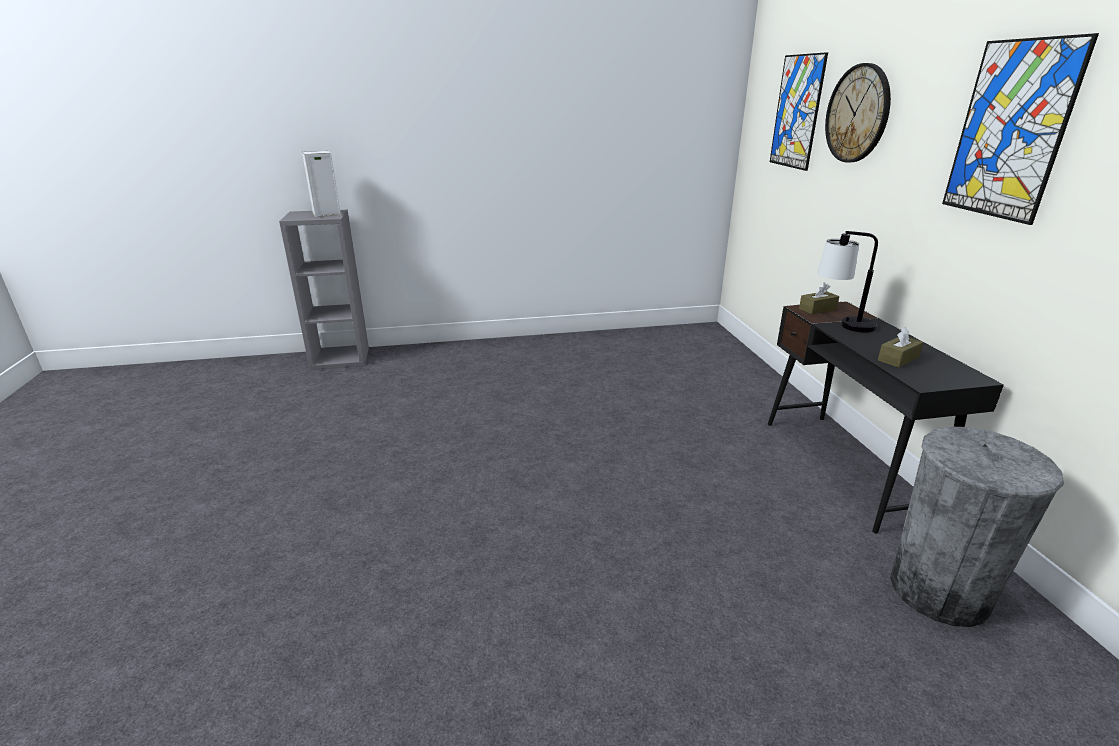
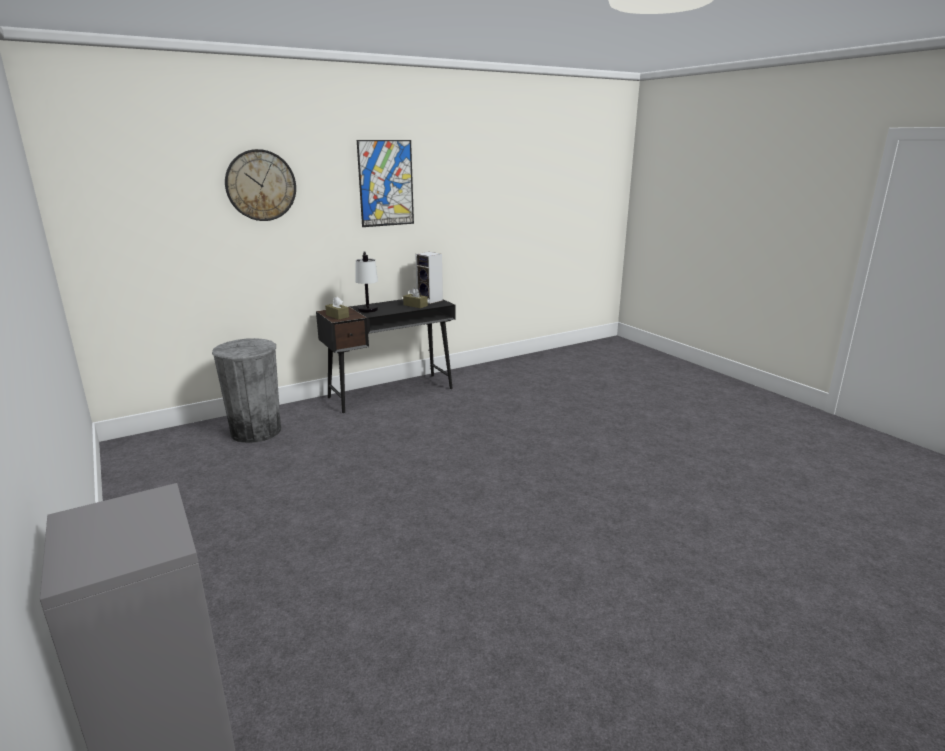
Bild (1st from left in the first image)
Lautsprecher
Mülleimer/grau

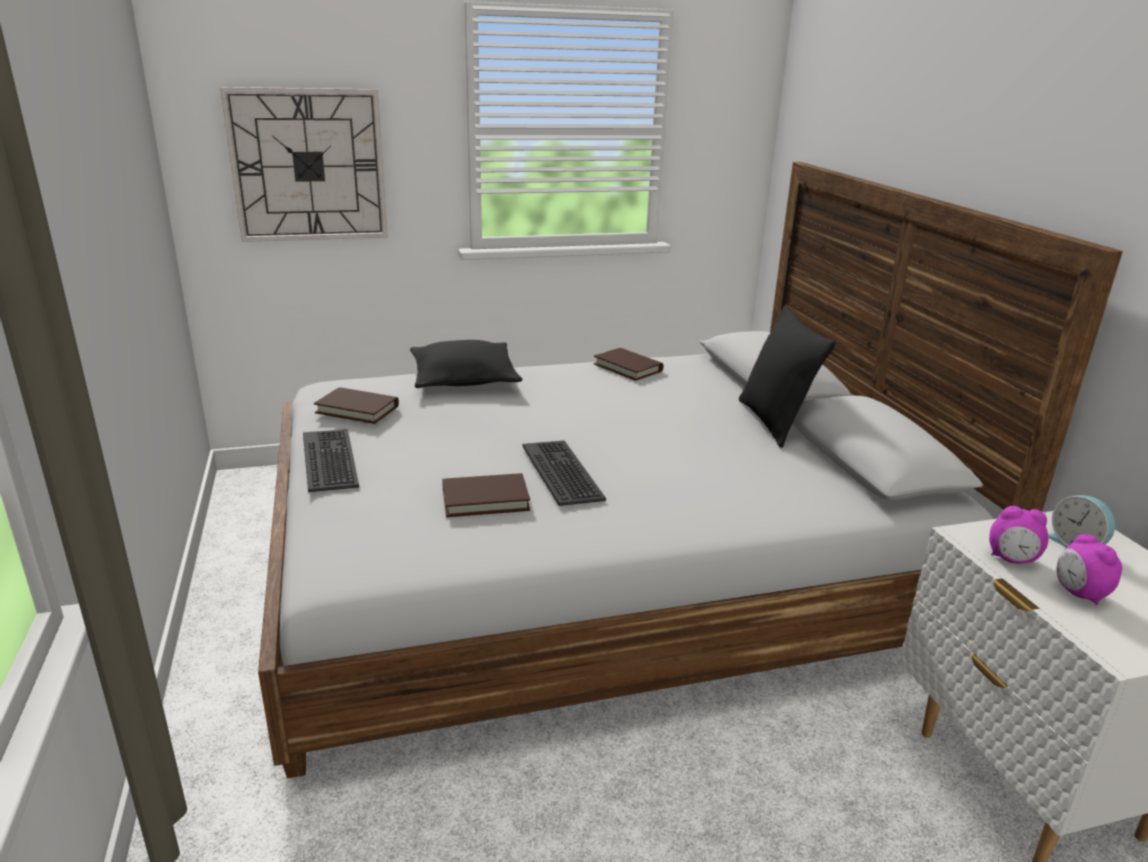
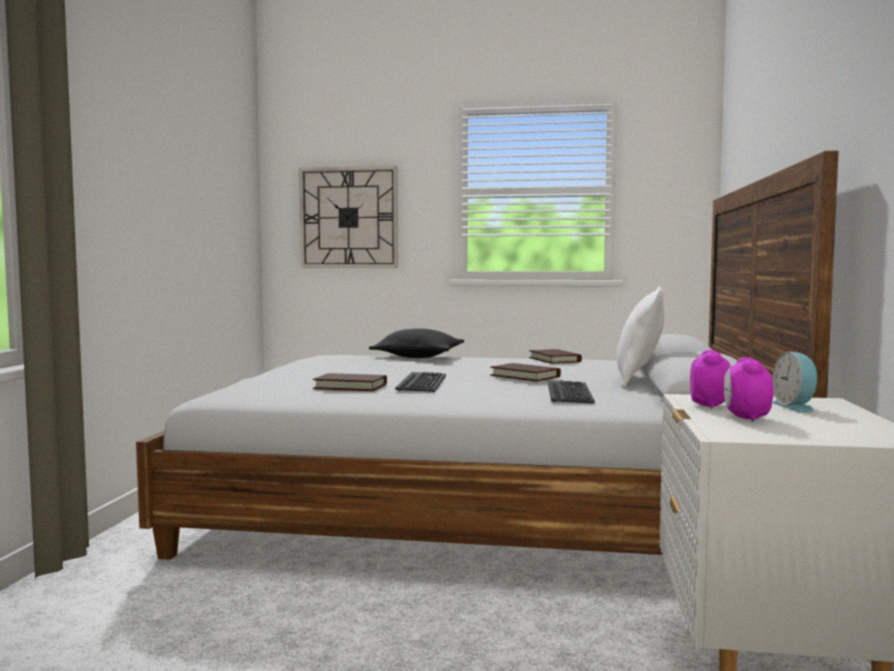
Kissen/weiß
Buch/braun (2nd from left)
Tastatur (2nd from left)
Wecker (1st from left)

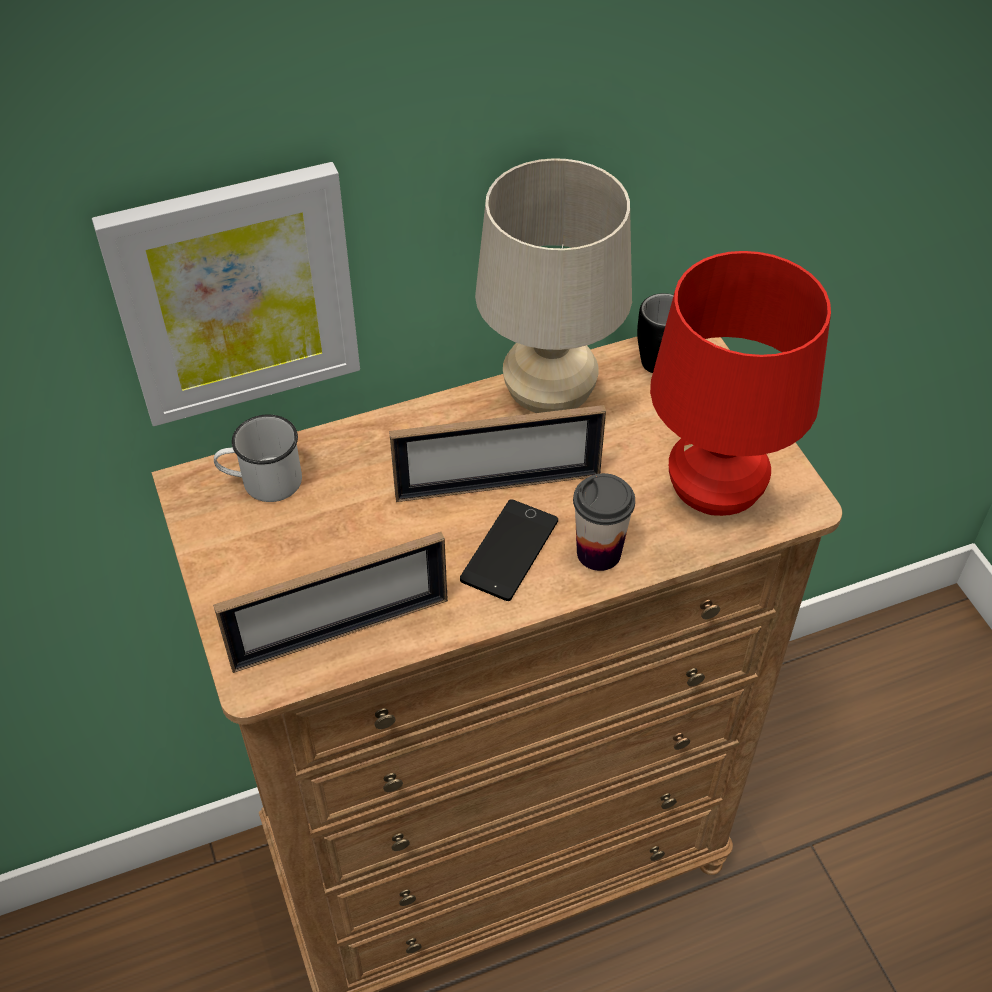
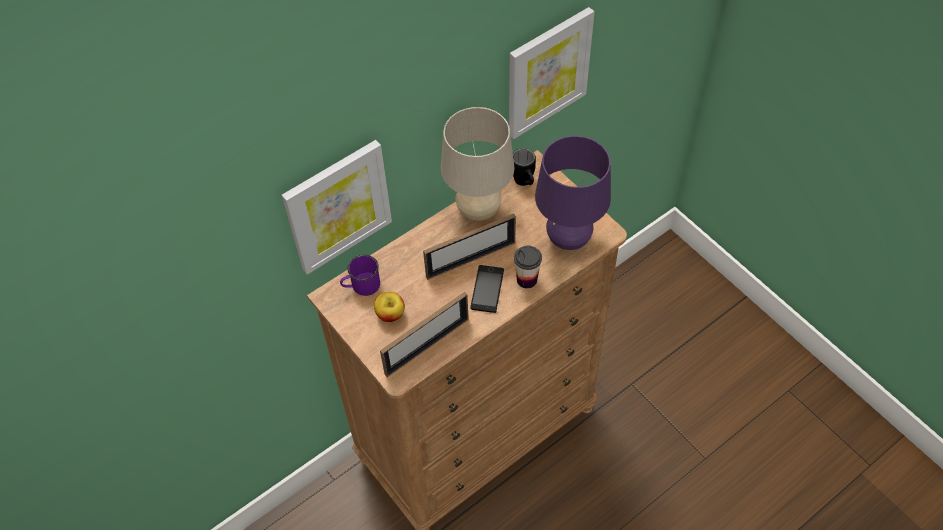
Tischlampe/lila
Henkelbecher/lila
Bild (2nd from left)
Apfel

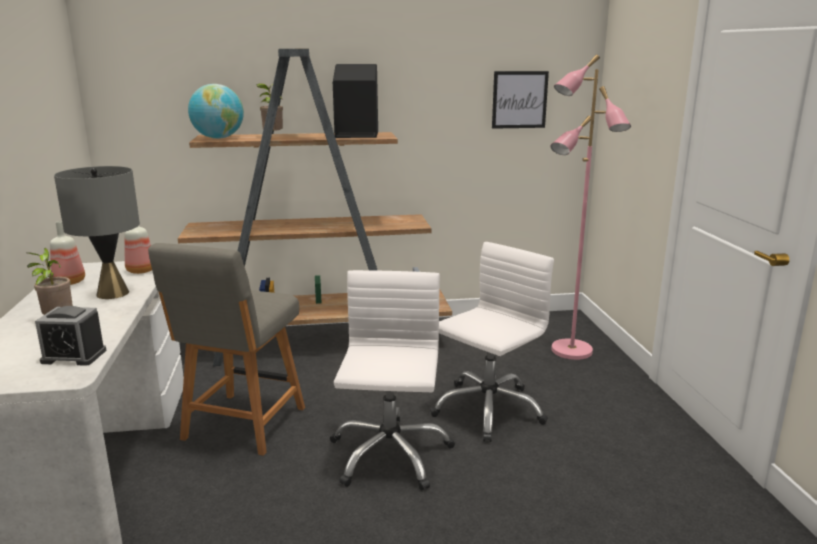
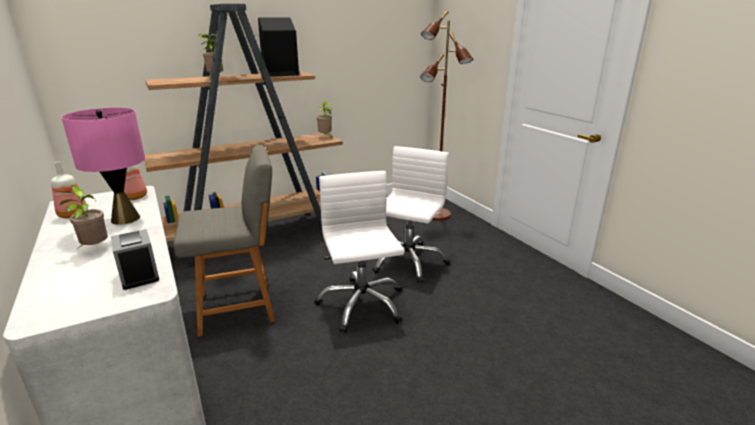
Stehlampe/braun
Bild
Globus
Tischlampe/rosa
Stuhl/grau
Wecker
Topfpflanze (3rd from left)

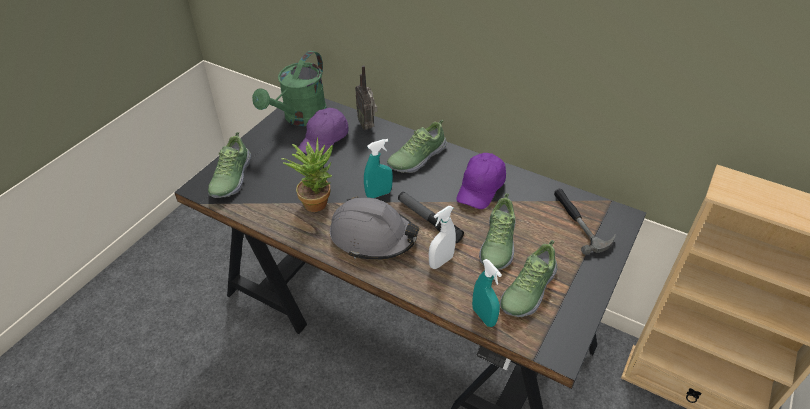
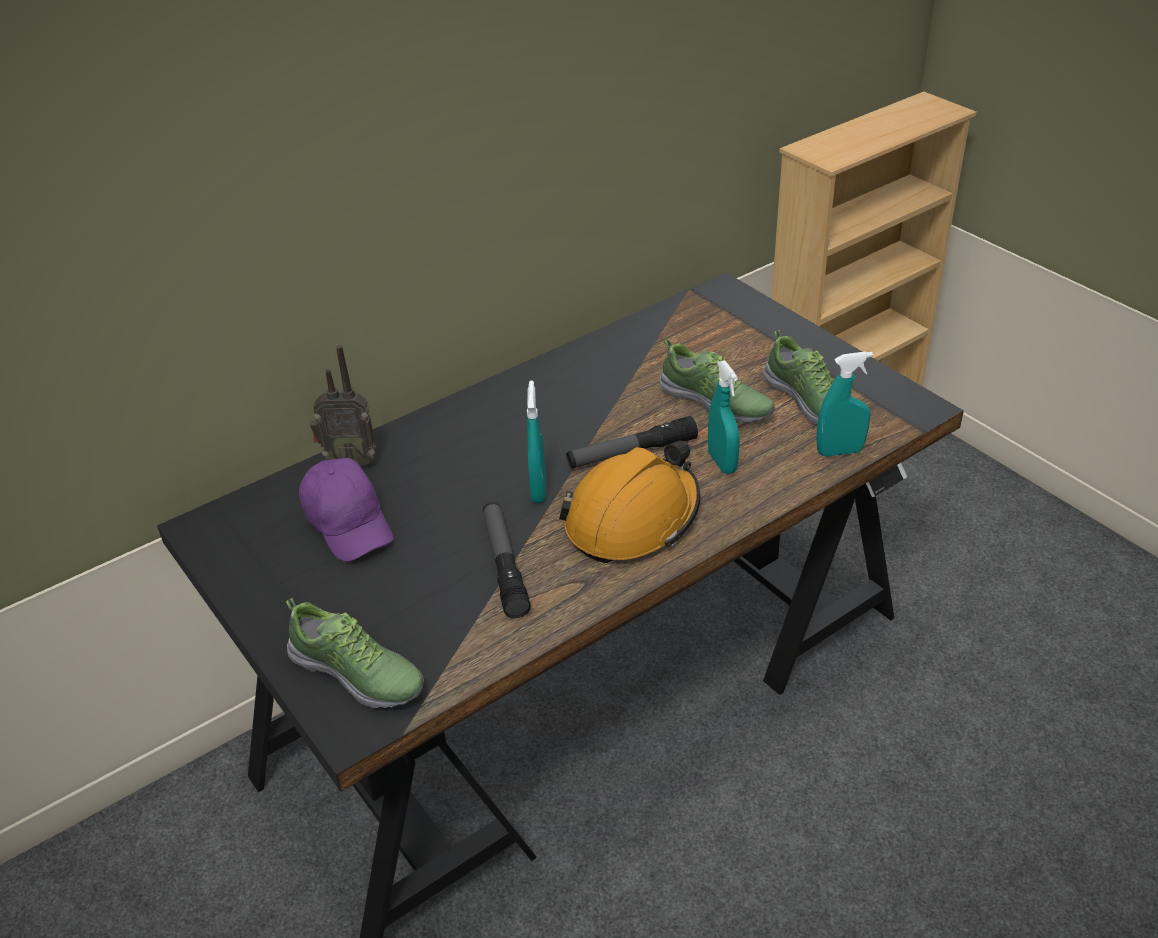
Gießkanne/grün
Schuh (2nd from left in the first image)
Taschenlampe (1st from left)
Kappe/lila (2nd from left in the first image)
Hammer
Schutzhelm/orange
Sprühflasche/türkis (2nd from left)

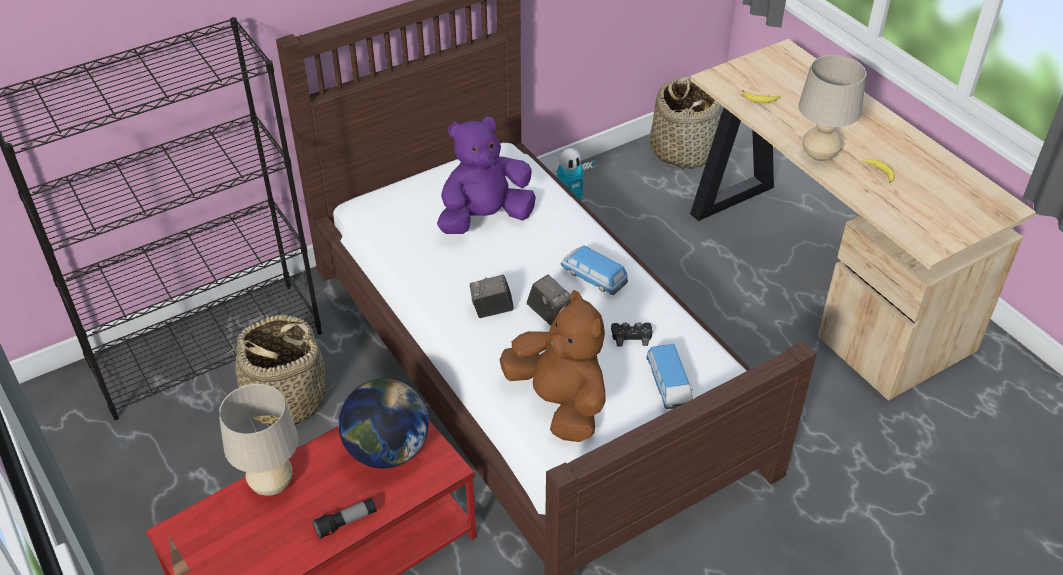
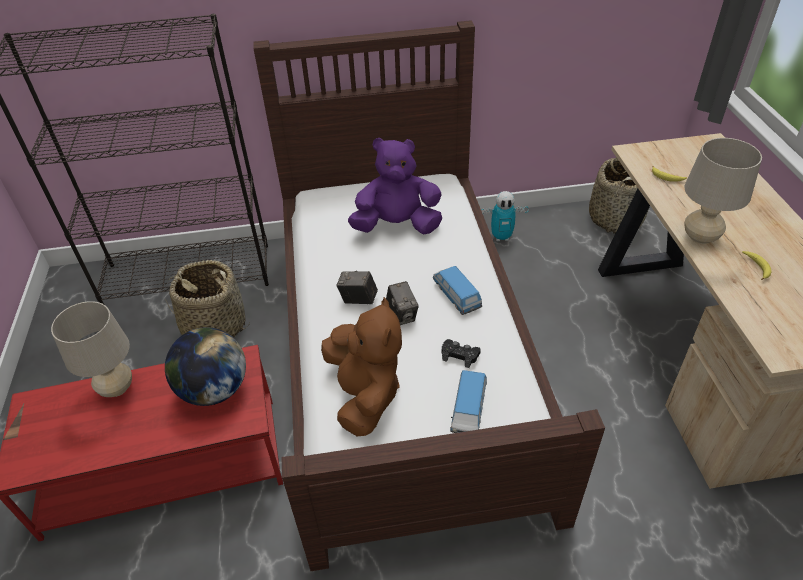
Taschenlampe

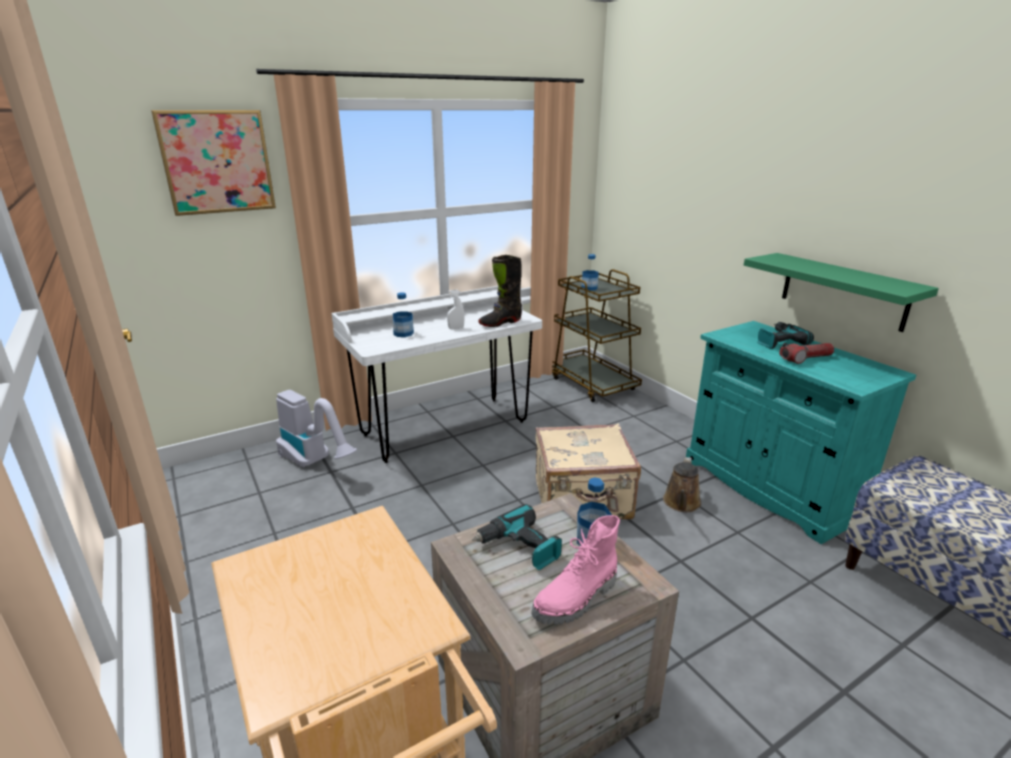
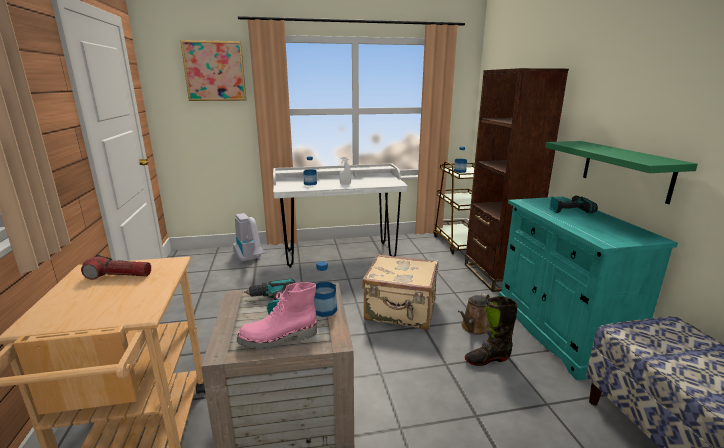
Stiefel/schwarz
Taschenlampe
Bücherregal/braun

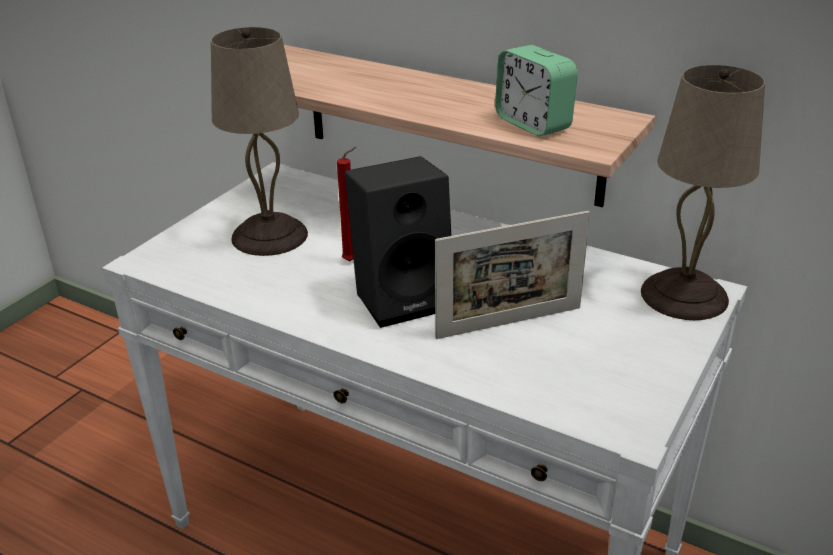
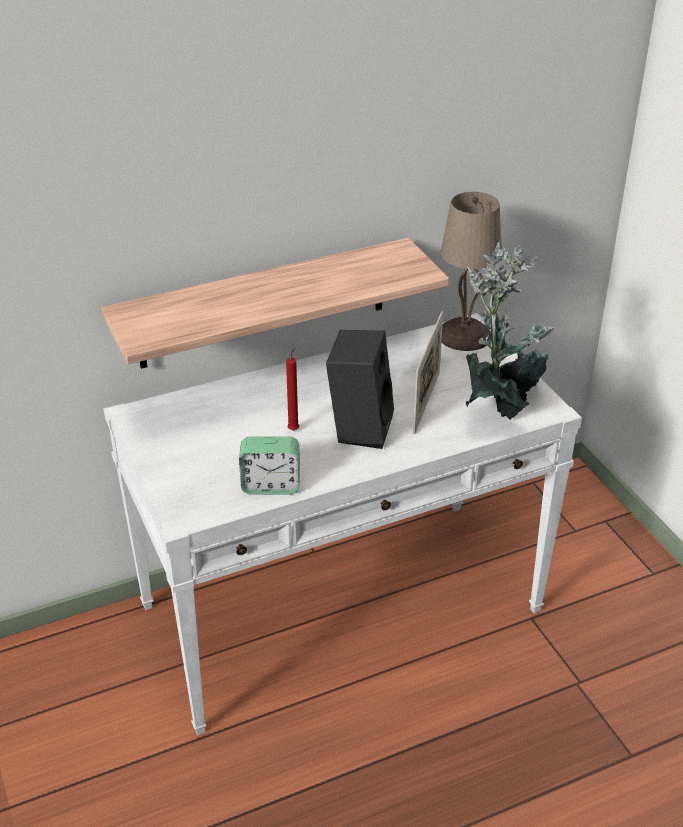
Tischlampe/beige (1st from left in the first image)
Wecker
Topfpflanze

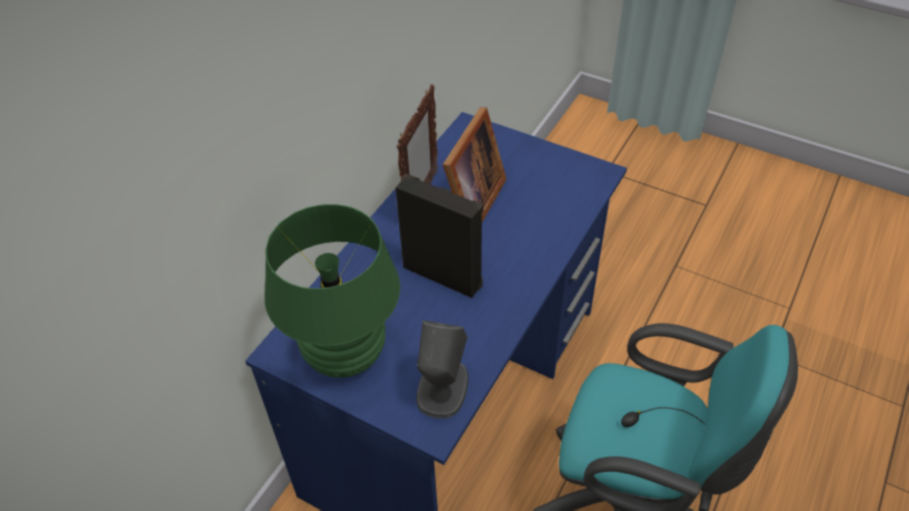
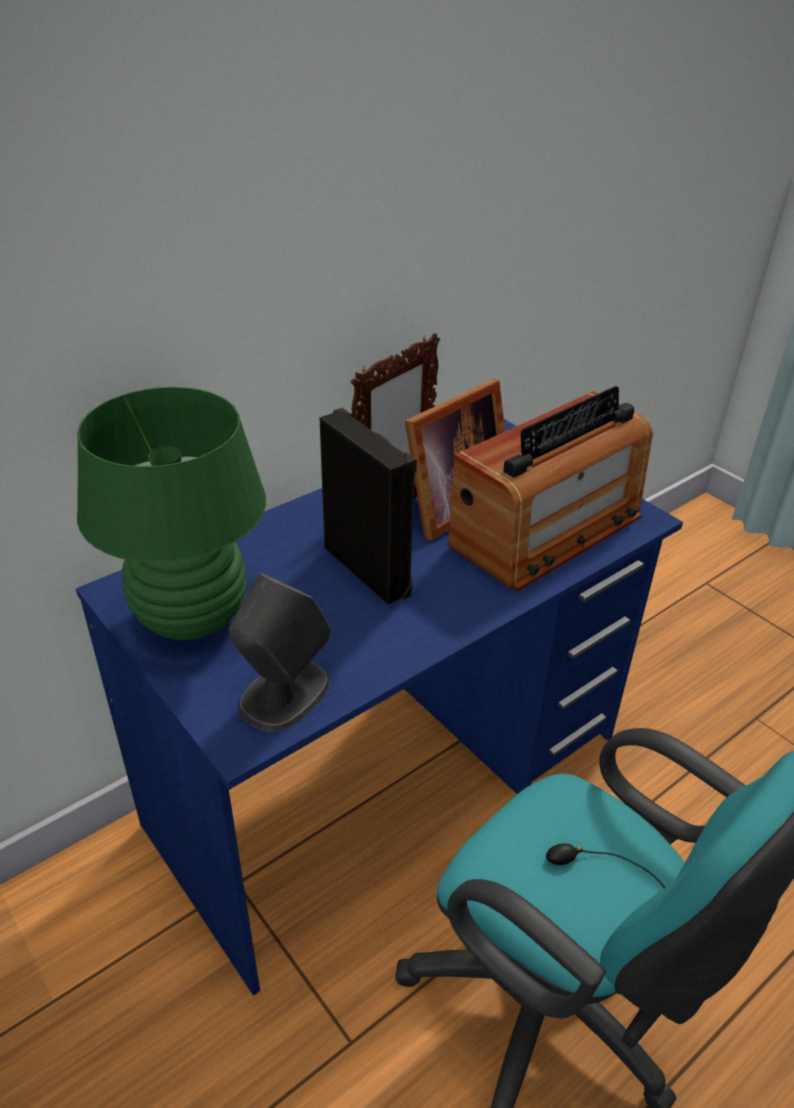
Radio

